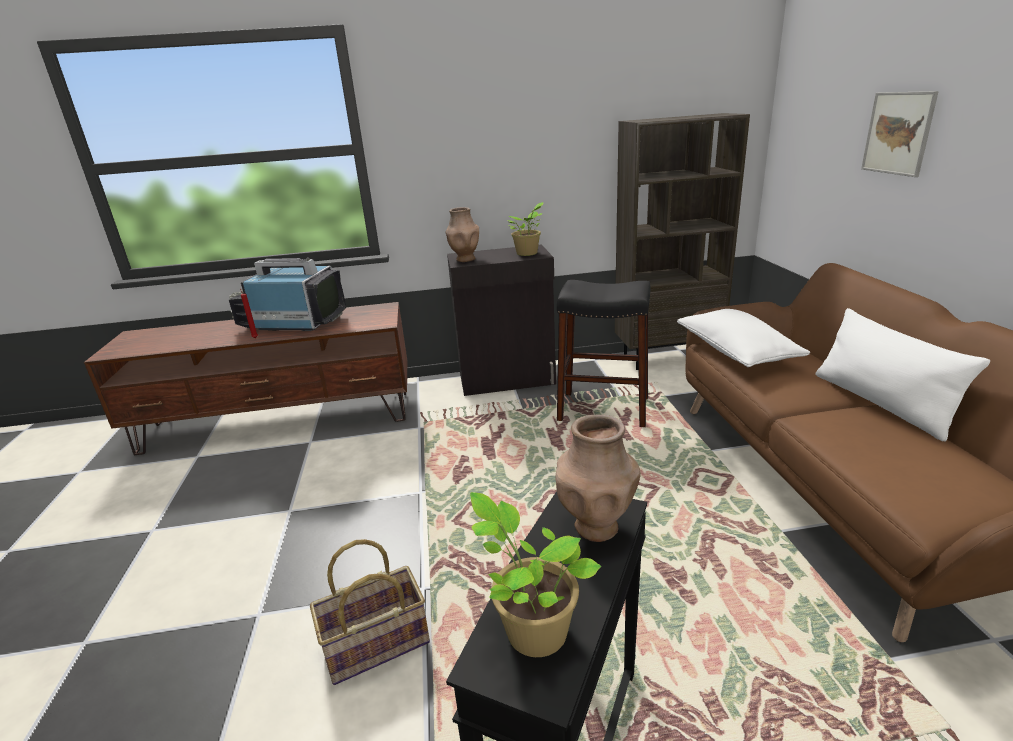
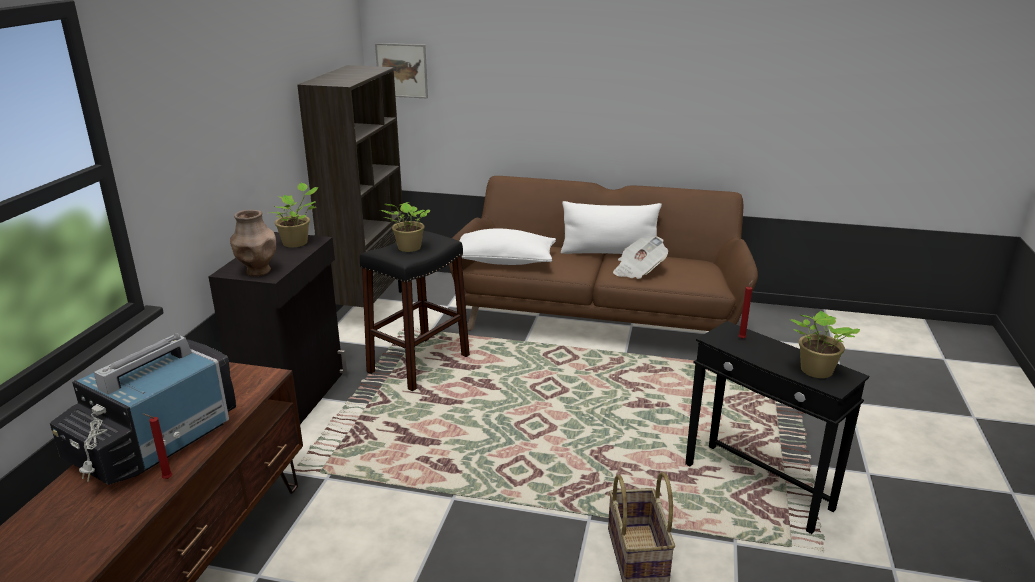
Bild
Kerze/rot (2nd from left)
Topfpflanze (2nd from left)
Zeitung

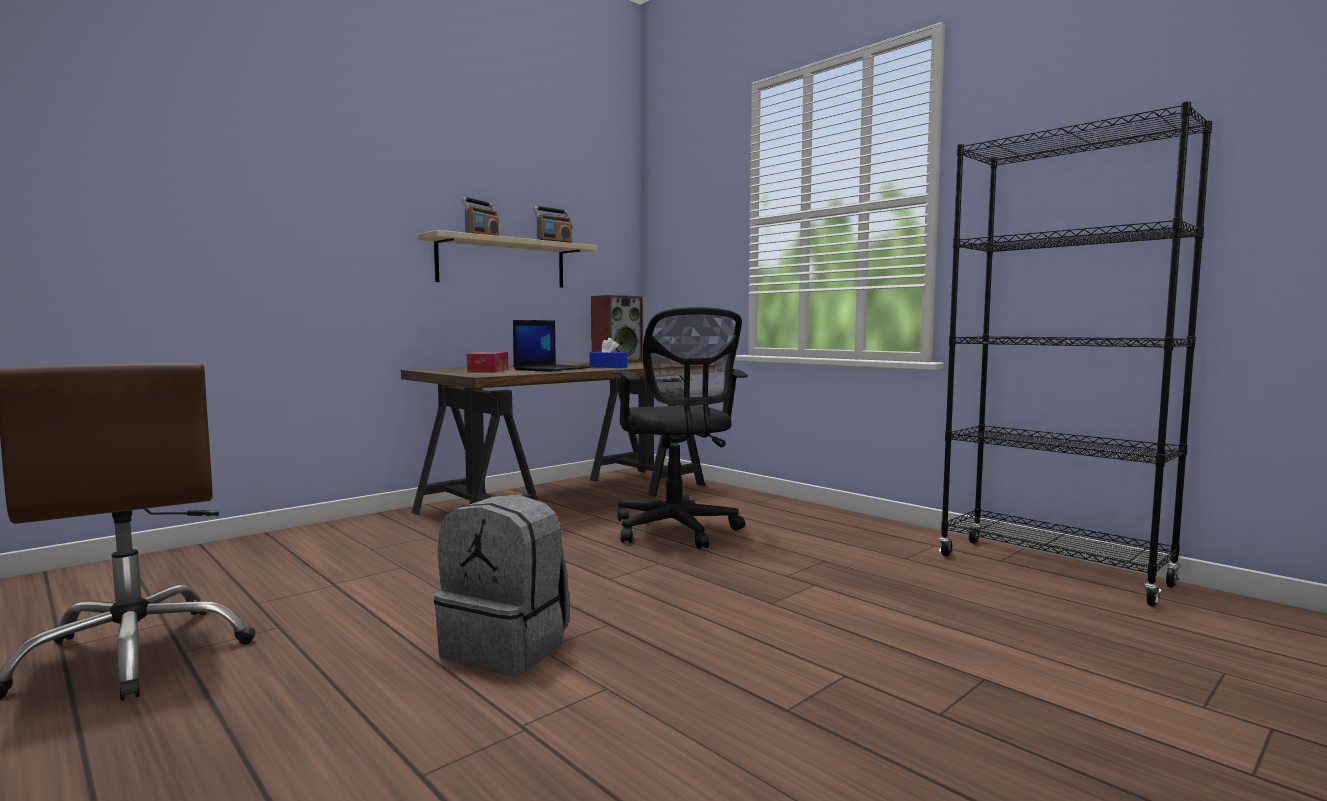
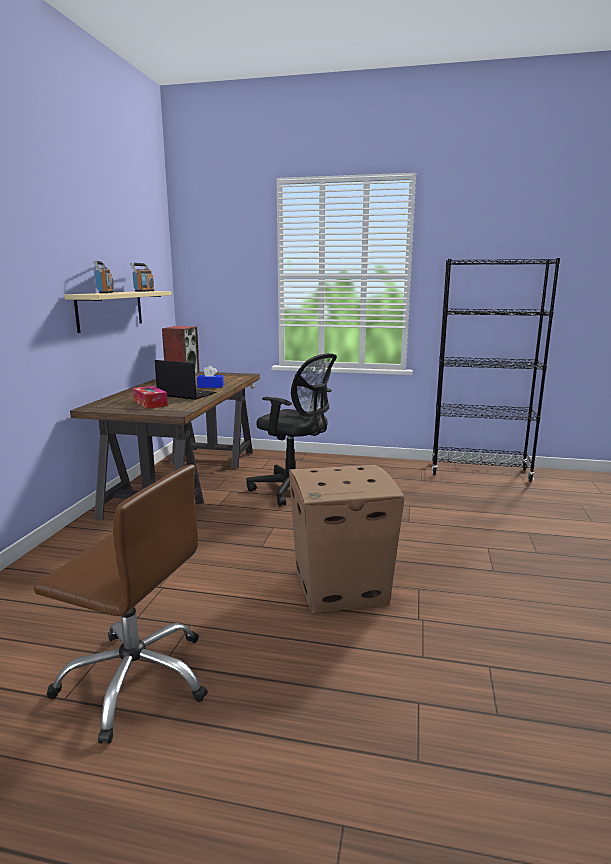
Laptop
Karton

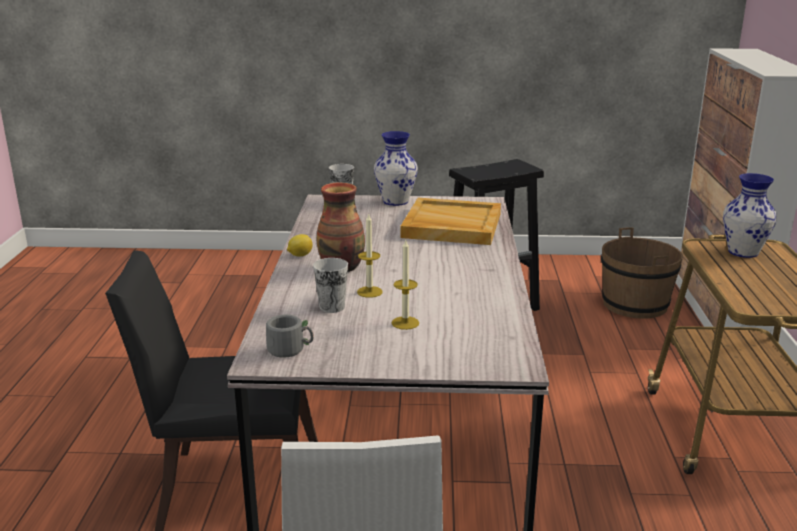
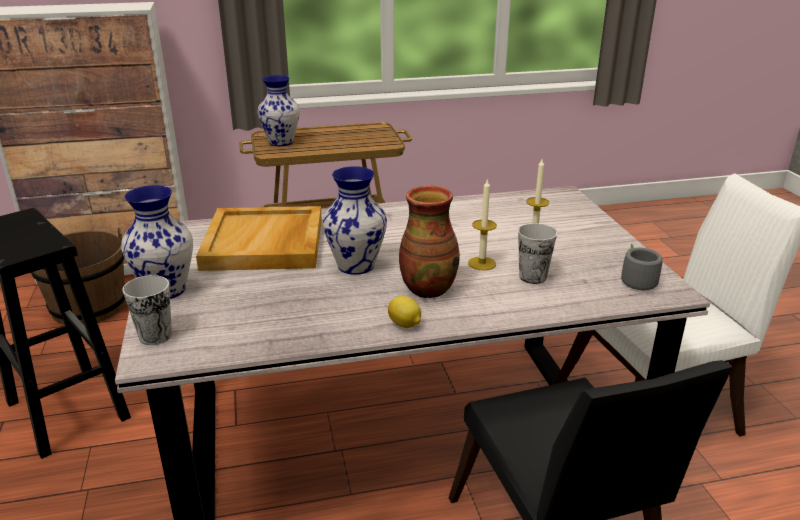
Vase (3rd from left)

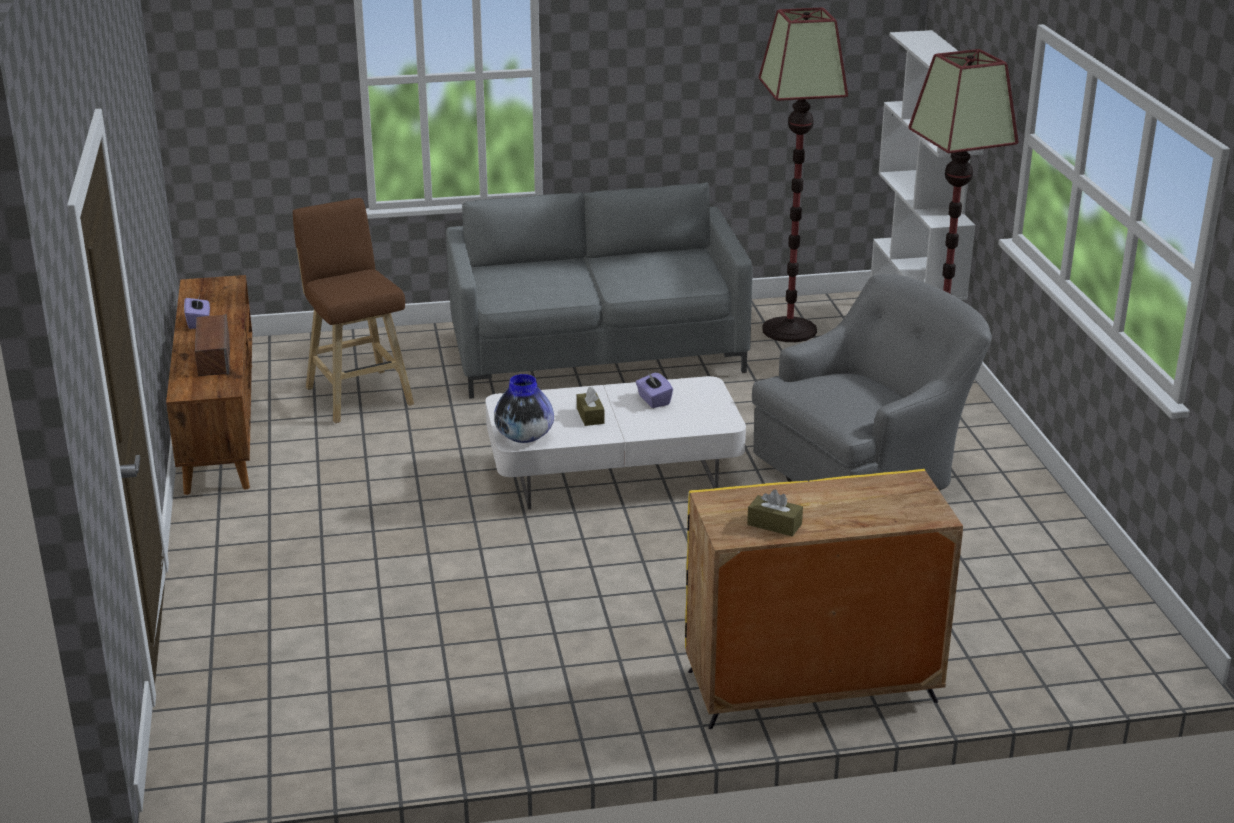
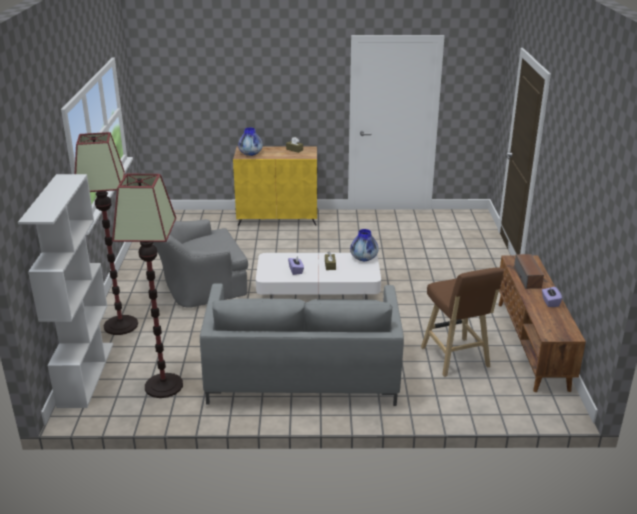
Vase (1st from left)

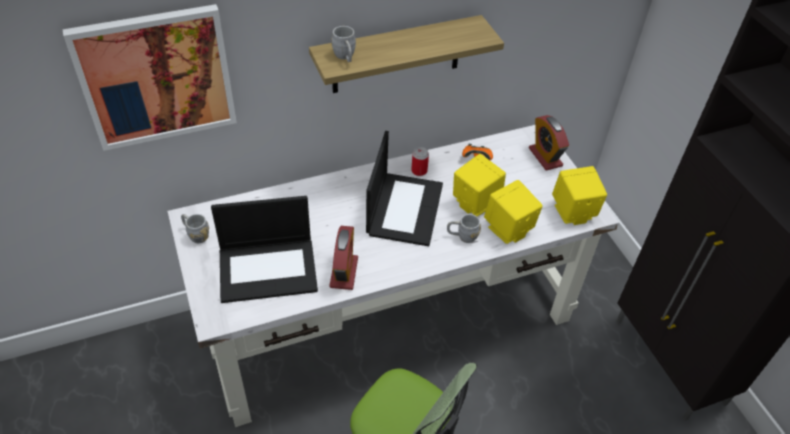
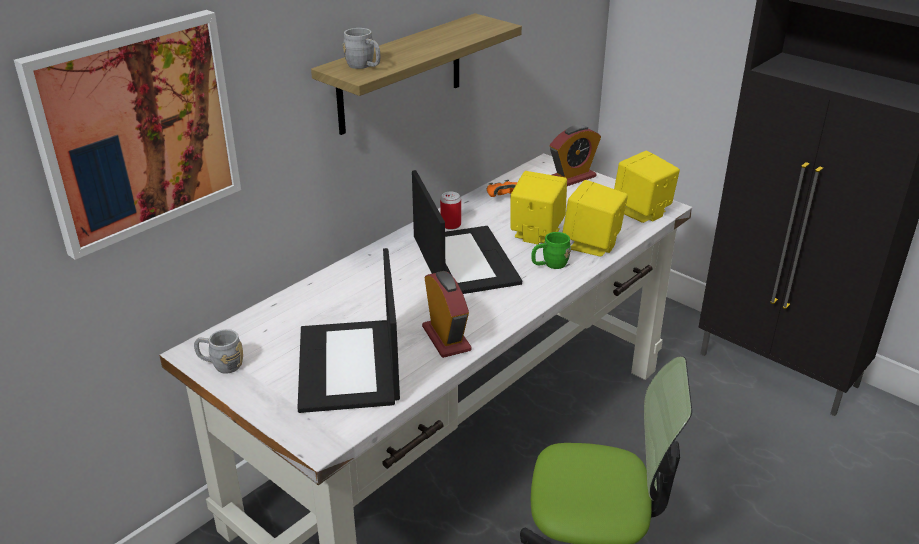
Wecker (2nd from left)
Laptop (1st from left)
Henkelbecher/grün

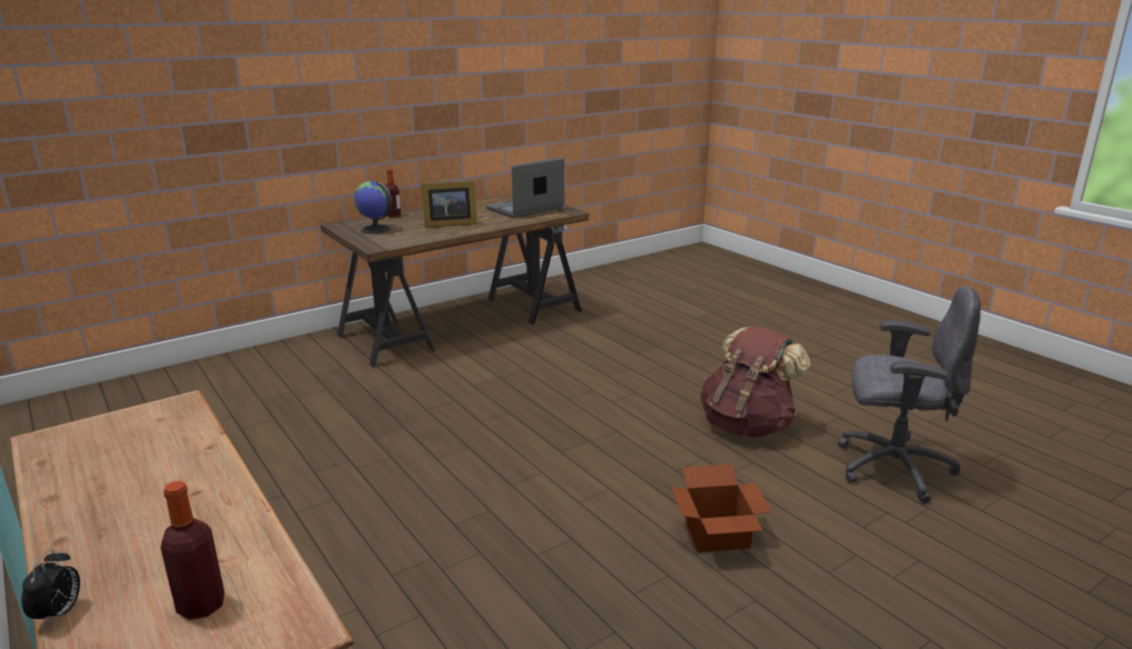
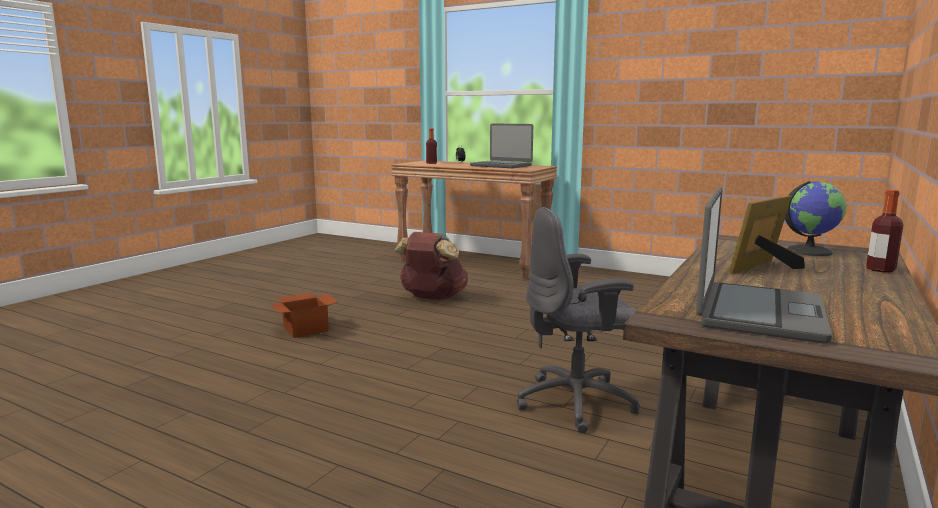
Bürostuhl/grau
Rucksack/braun
Laptop (1st from left)

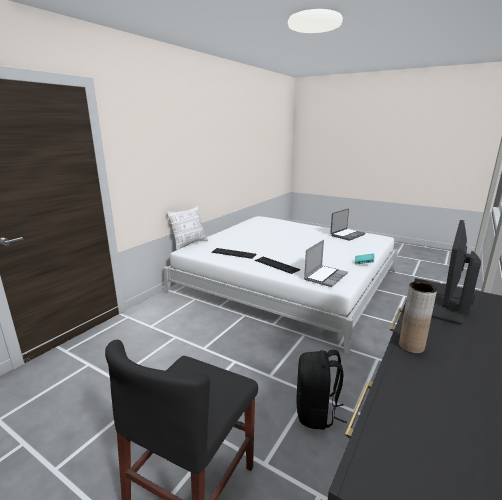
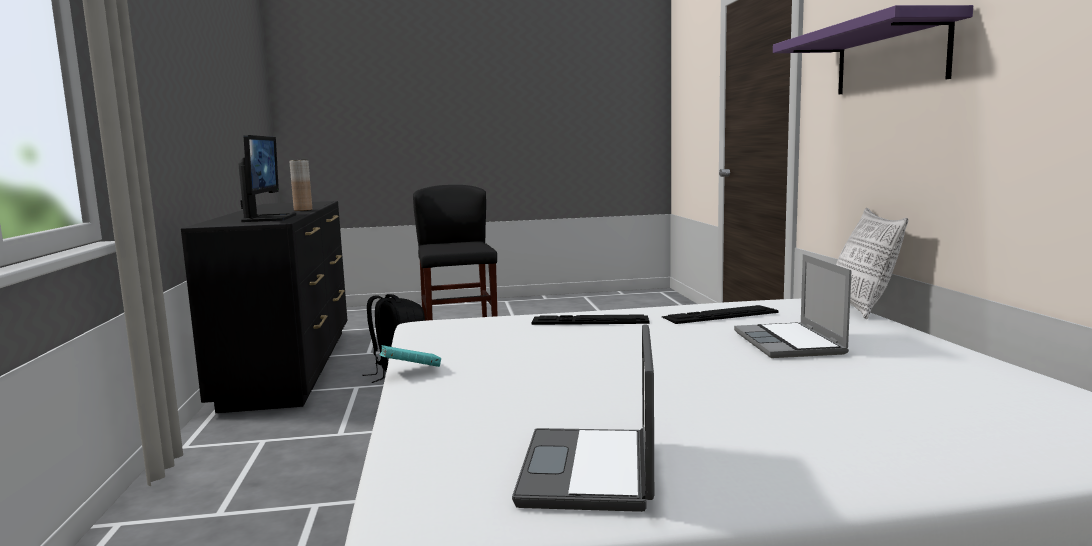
Laptop (2nd from left)
Wandregal/lila

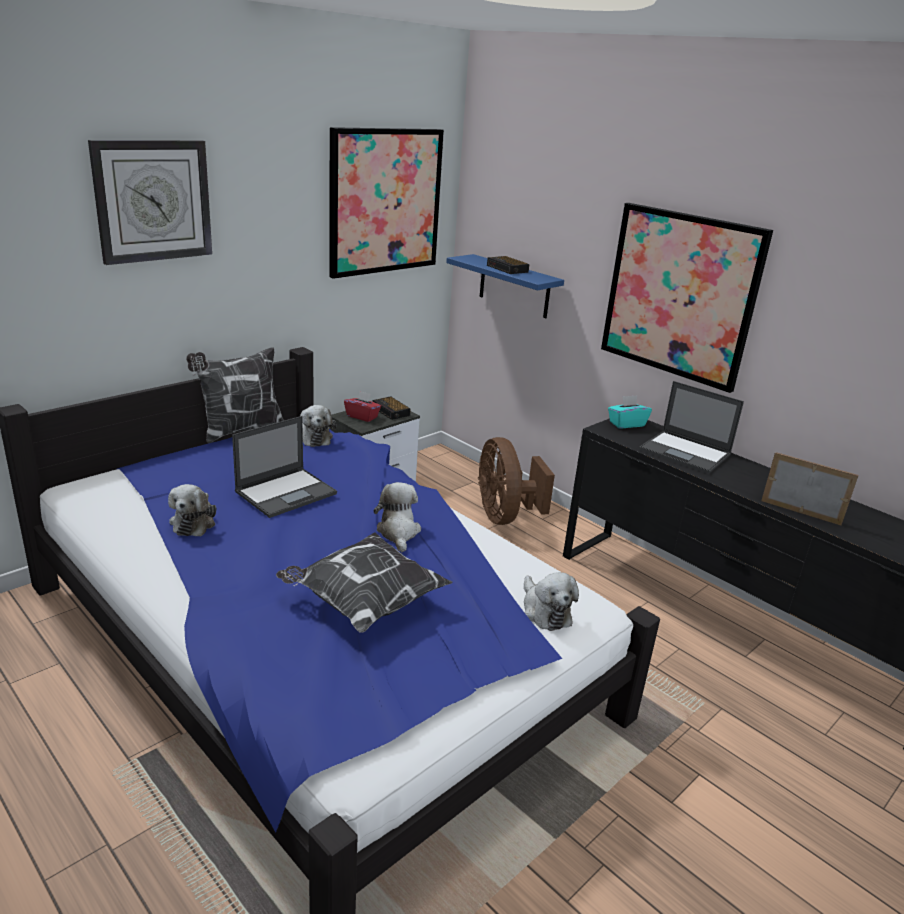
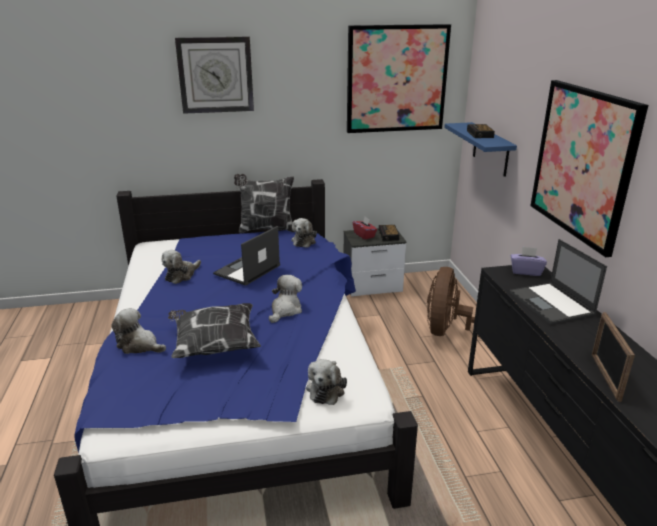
Taschentuchbox/lila
Laptop (1st from left)
Bilderrahmen
Plüschtier (1st from left)

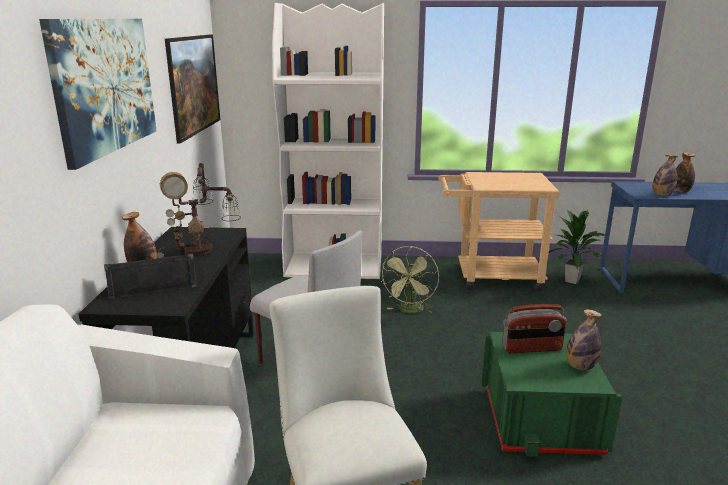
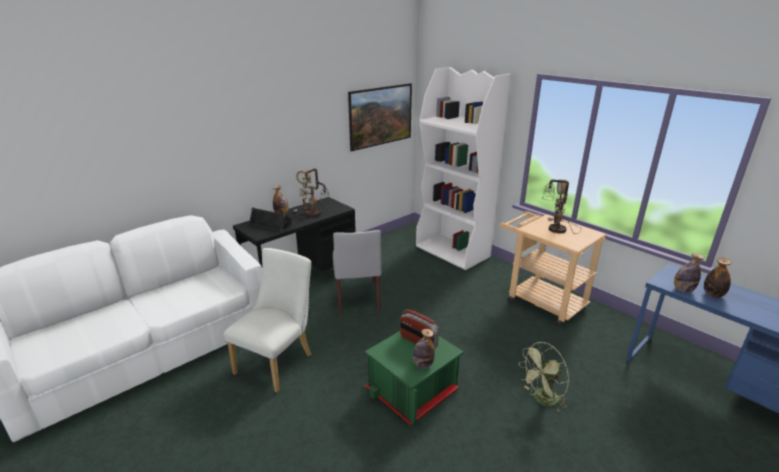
Bild (1st from left in the first image)
Topfpflanze
Ventilator/grün
Tischlampe (2nd from left)

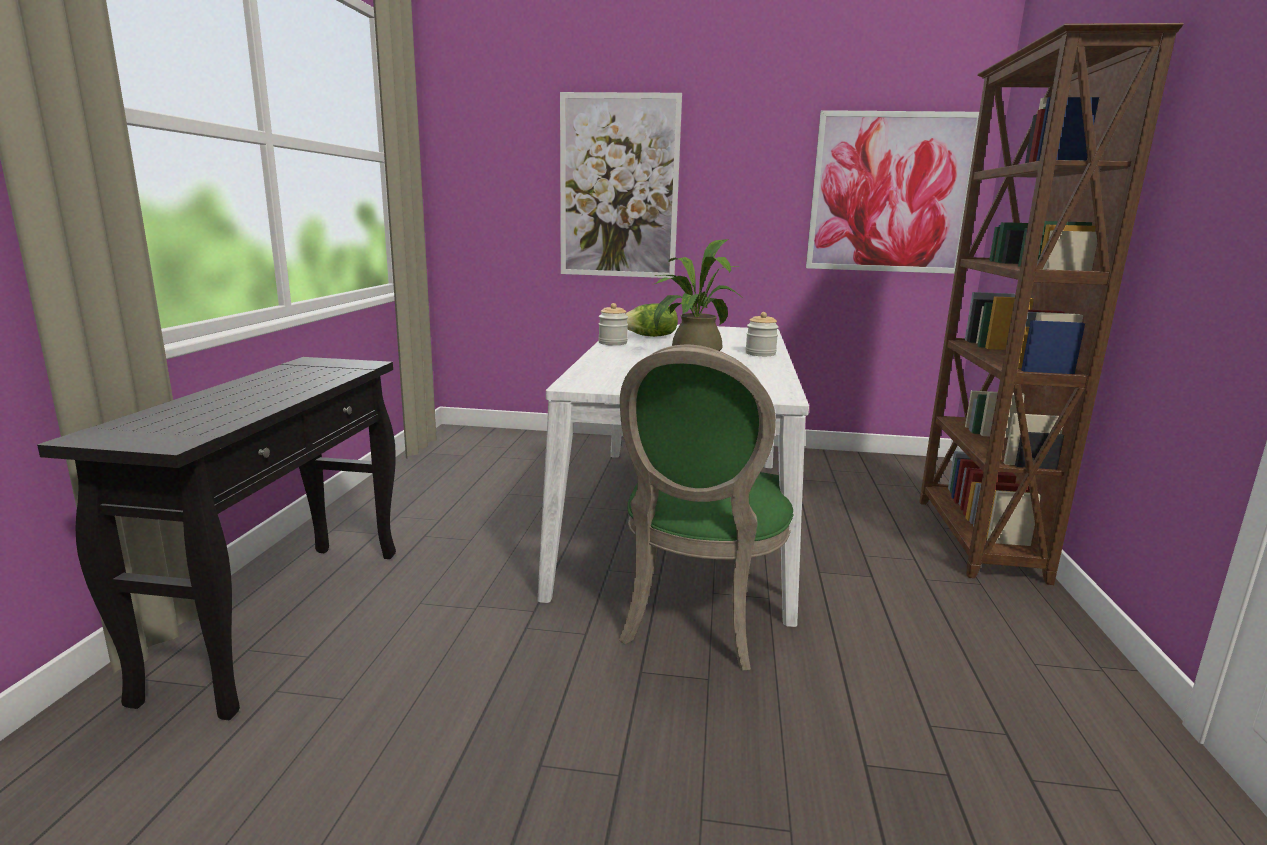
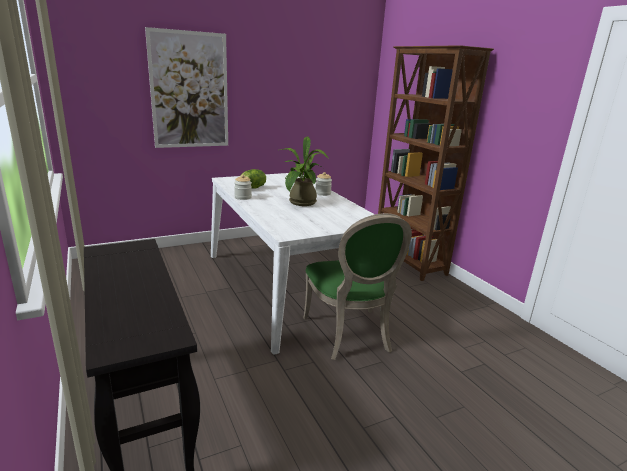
Bild (2nd from left in the first image)

